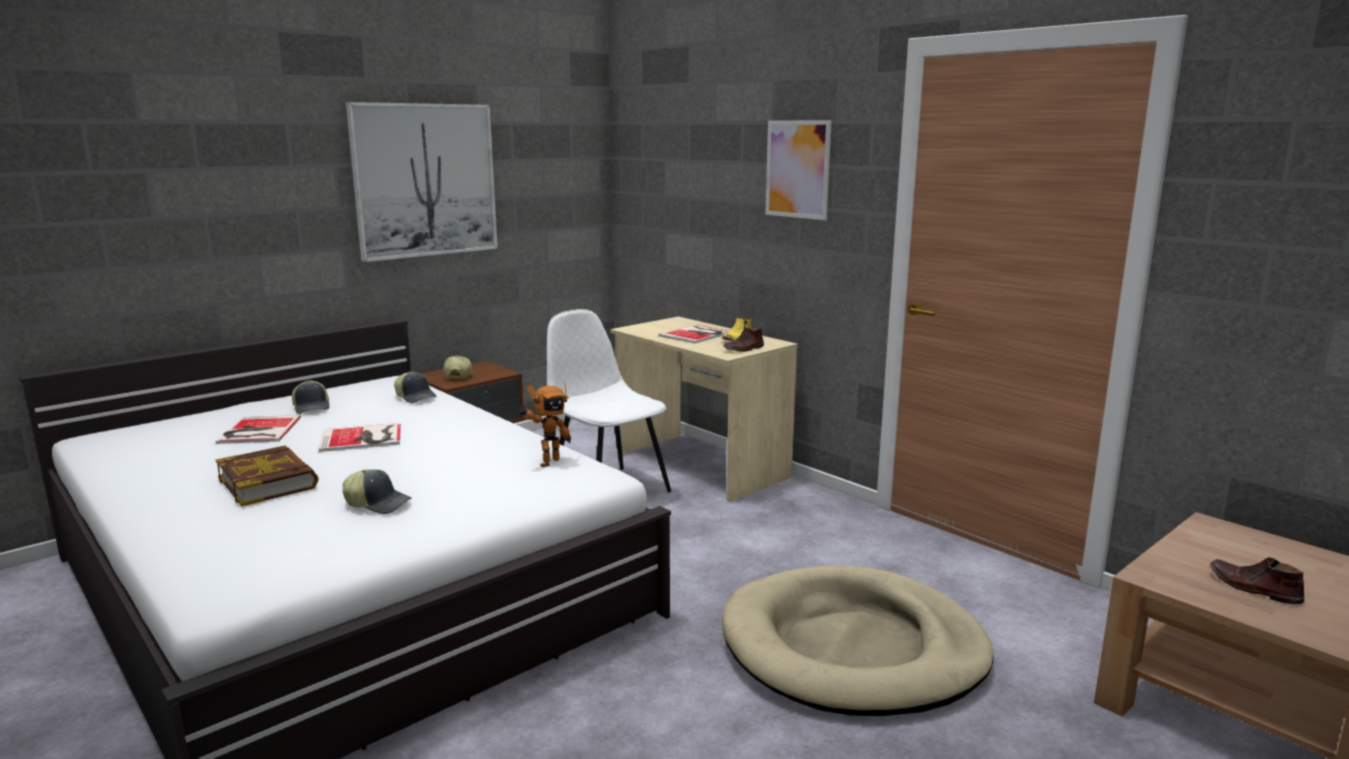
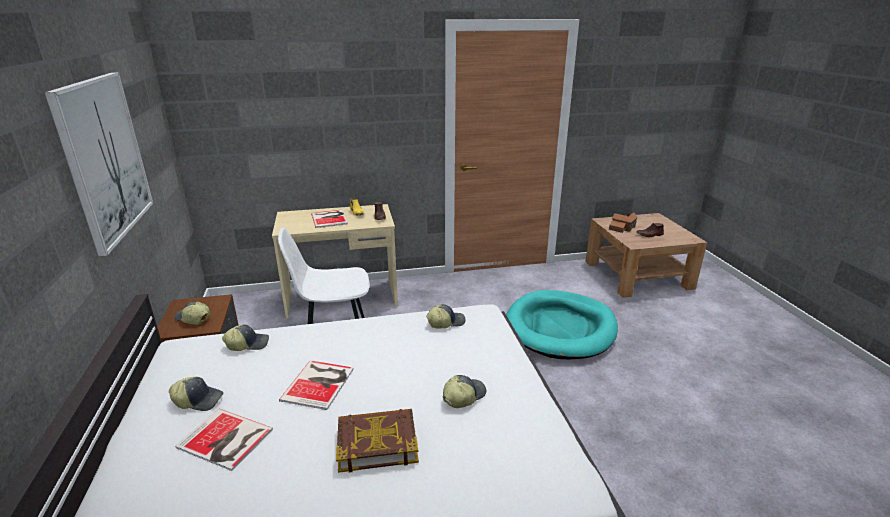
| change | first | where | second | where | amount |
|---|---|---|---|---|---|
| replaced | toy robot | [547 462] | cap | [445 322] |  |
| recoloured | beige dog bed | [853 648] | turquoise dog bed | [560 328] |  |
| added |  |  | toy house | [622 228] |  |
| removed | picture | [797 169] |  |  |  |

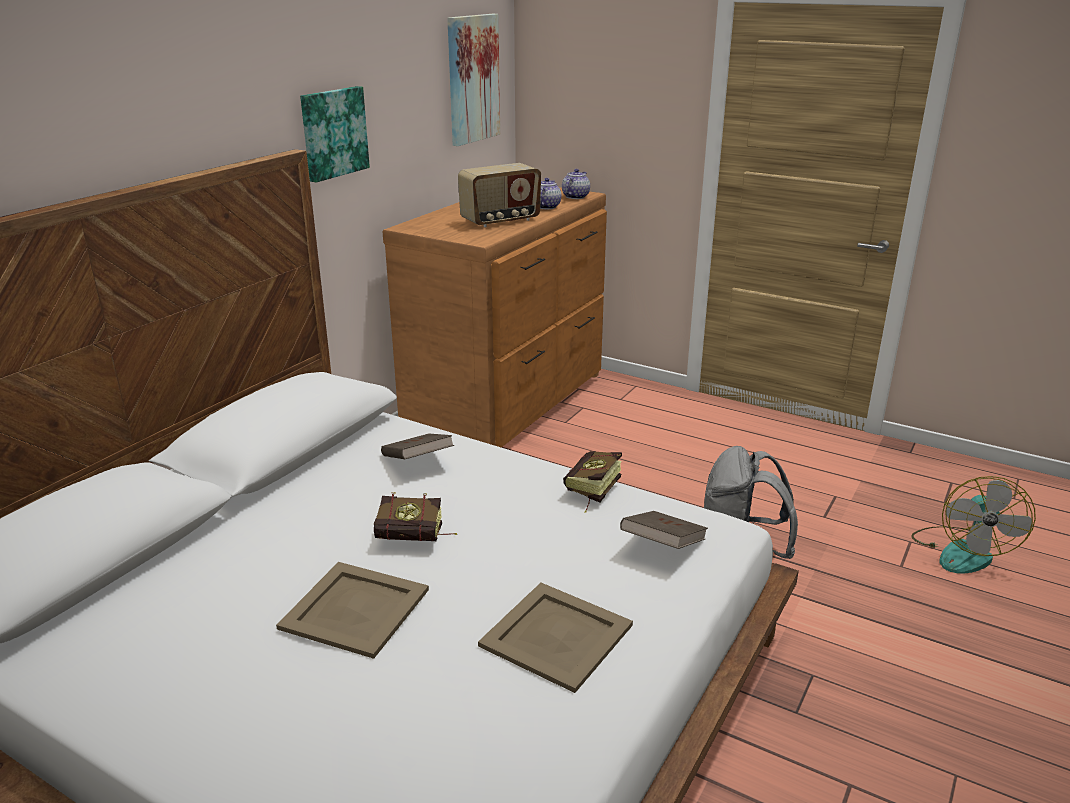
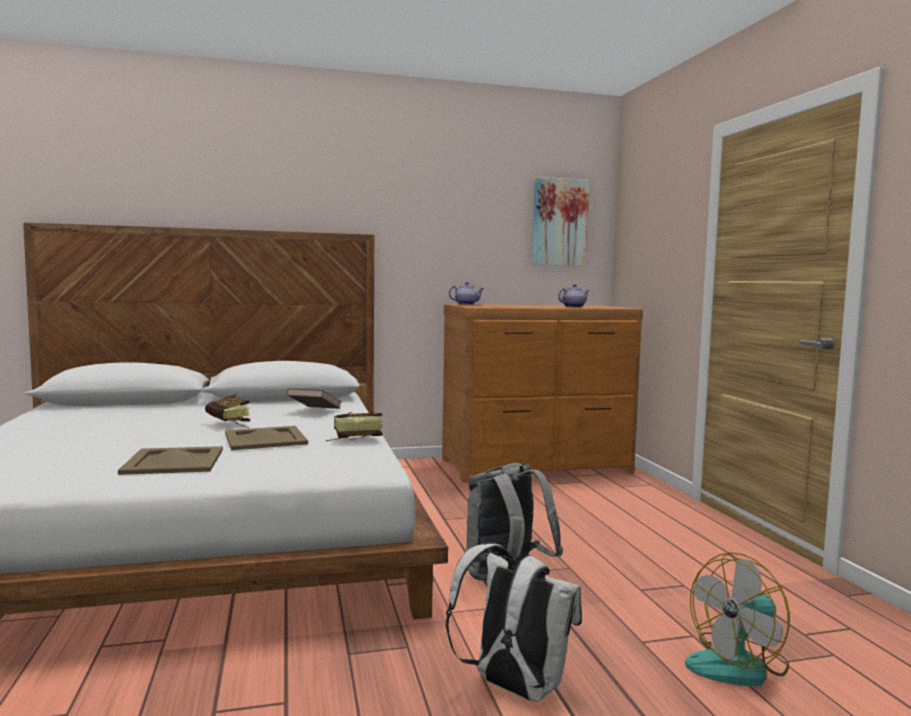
| change | first | where | second | where | amount |
|---|---|---|---|---|---|
| moved | beige tray | [353 609] |  | [264 438] |  |
| added |  |  | white backpack | [513 687] |  |
| moved | teapot | [575 196] |  | [466 304] |  |
| removed | picture | [333 133] |  |  |  |
| removed | radio | [501 221] |  |  |  |
| removed | brown book | [662 546] |  |  |  |

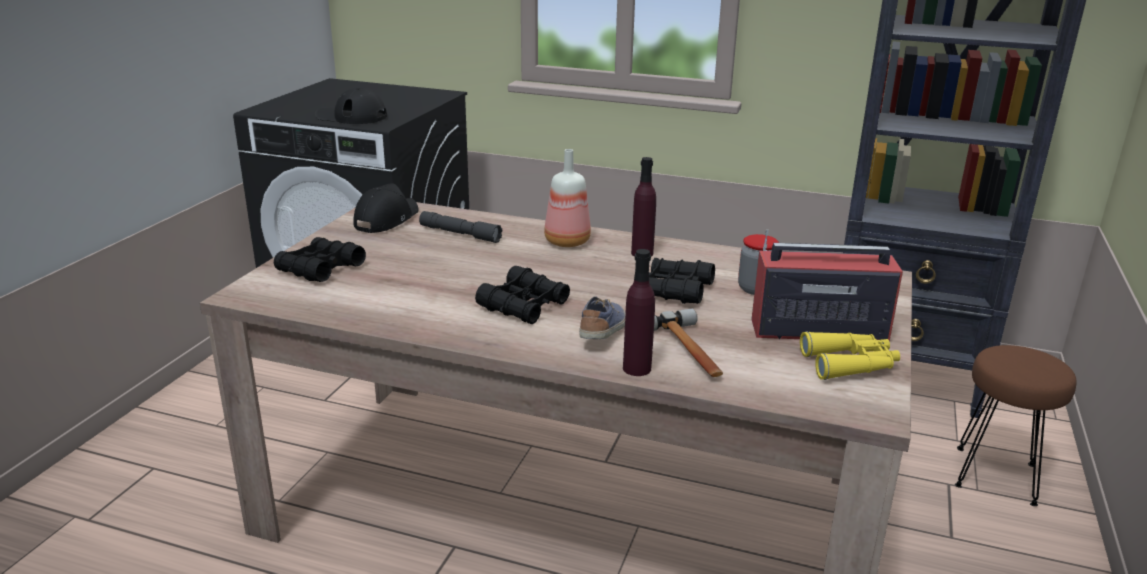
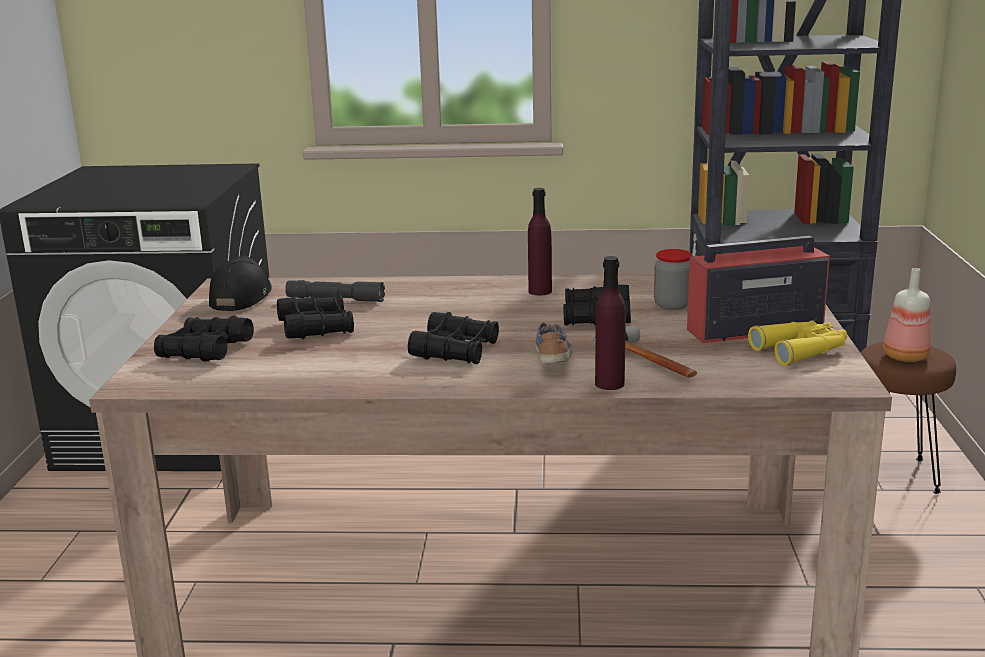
| change | first | where | second | where | amount |
|---|---|---|---|---|---|
| added |  |  | black binoculars | [316 327] |  |
| moved | bottle | [567 242] |  | [906 357] |  |
| removed | black cap | [351 117] |  |  |  |

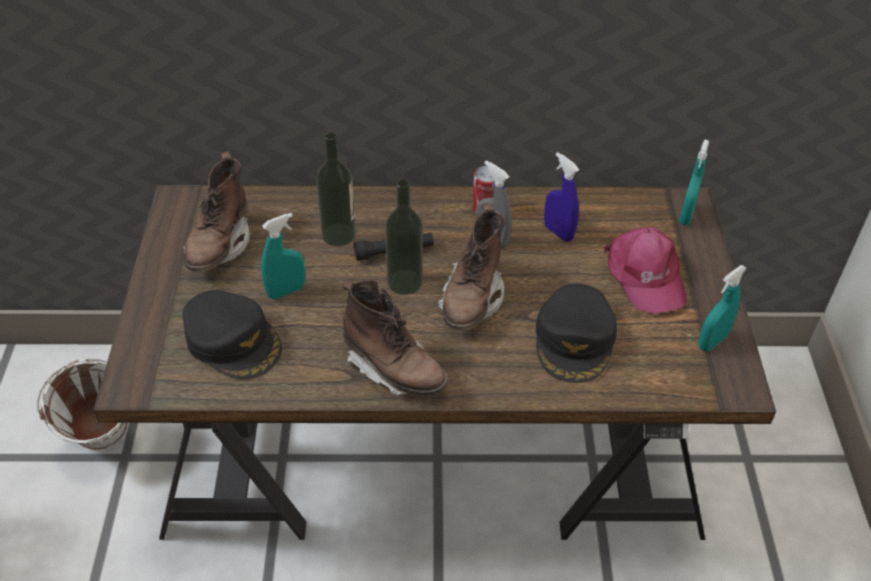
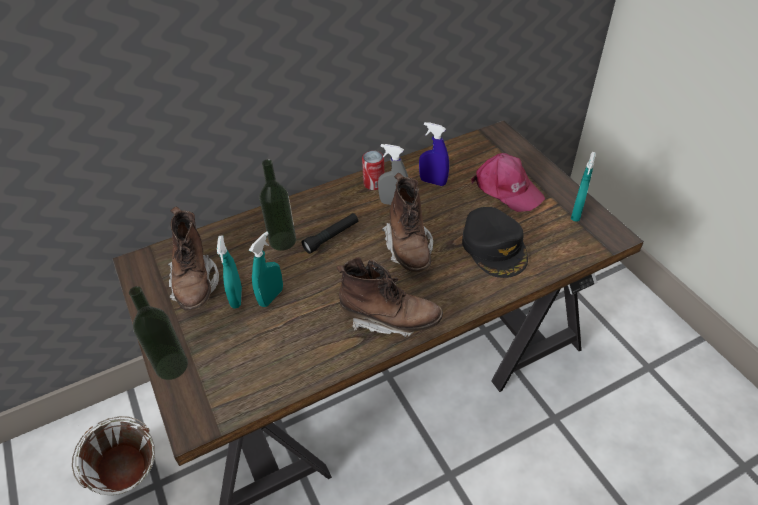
| change | first | where | second | where | amount |
|---|---|---|---|---|---|
| moved | bottle | [404 282] |  | [171 366] |  |
| moved | turquoise spray bottle | [686 216] |  | [236 297] |  |
| removed | black cap | [233 340] |  |  |  |

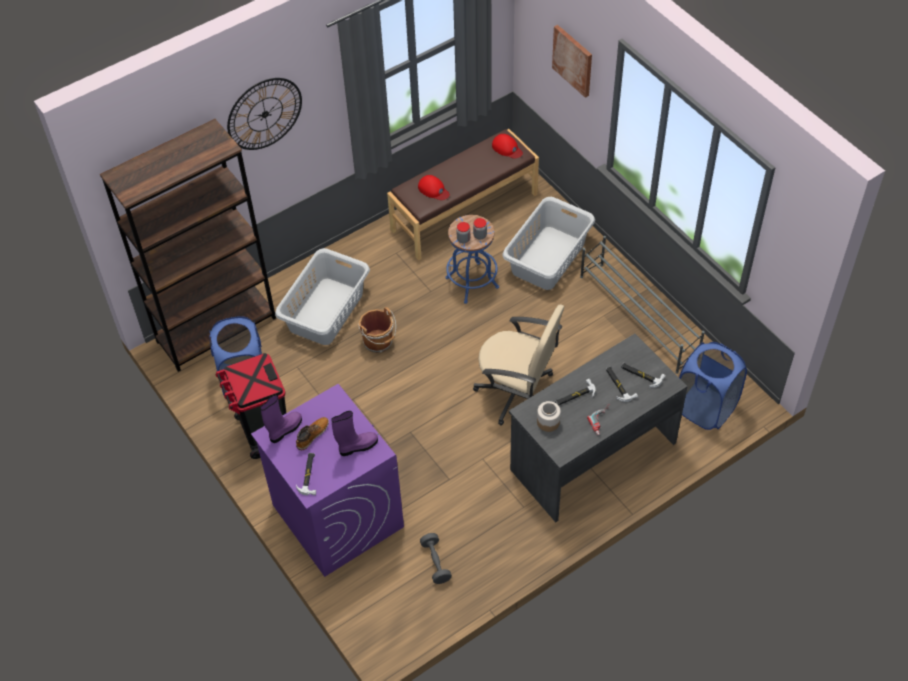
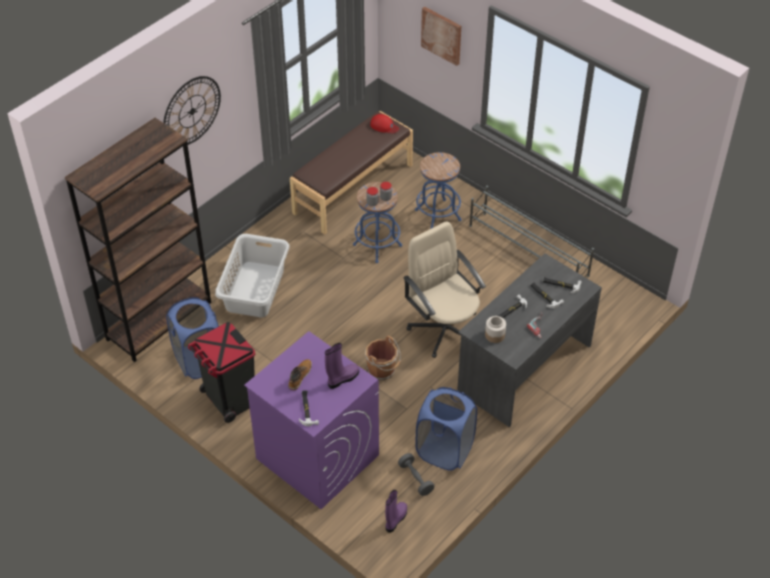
| change | first | where | second | where | amount |
|---|---|---|---|---|---|
| moved | brown bucket | [379 342] |  | [382 370] |  |
| moved | purple boot | [284 430] |  | [395 519] |  |
| turned | beige office chair | [517 393] |  | [444 328] | 135 degrees counterclockwise |
| replaced | grey laundry basket | [548 258] | blue stool | [437 215] |  |
| moved | blue laundry basket | [705 408] |  | [444 450] |  |
| removed | red cap | [433 190] |  |  |  |

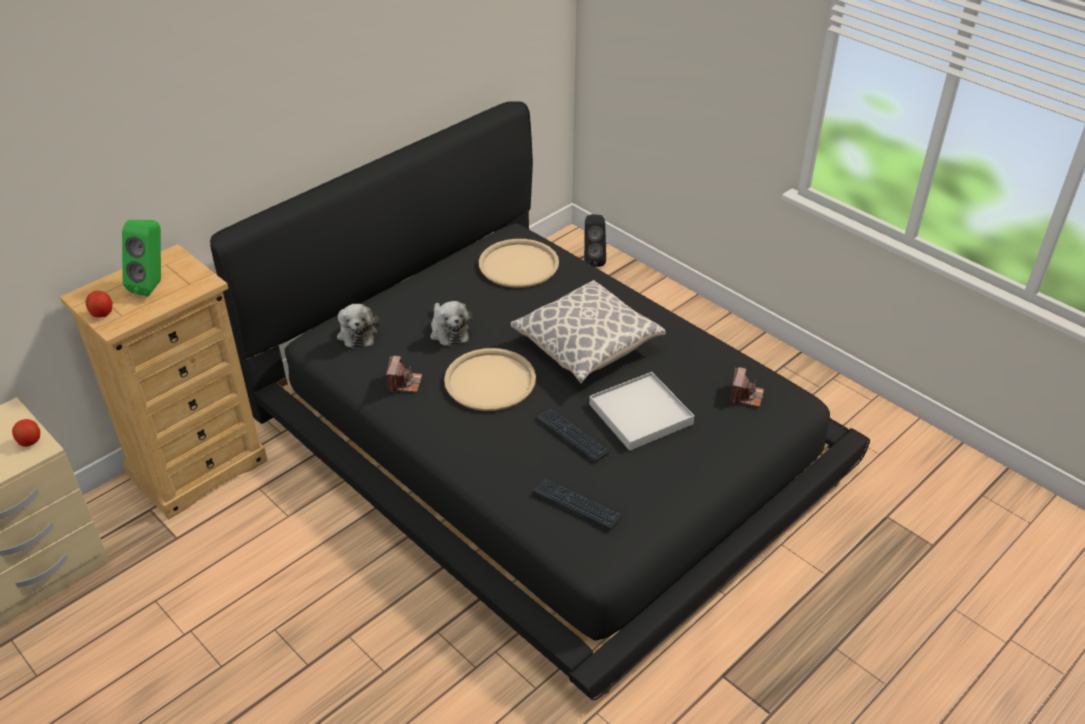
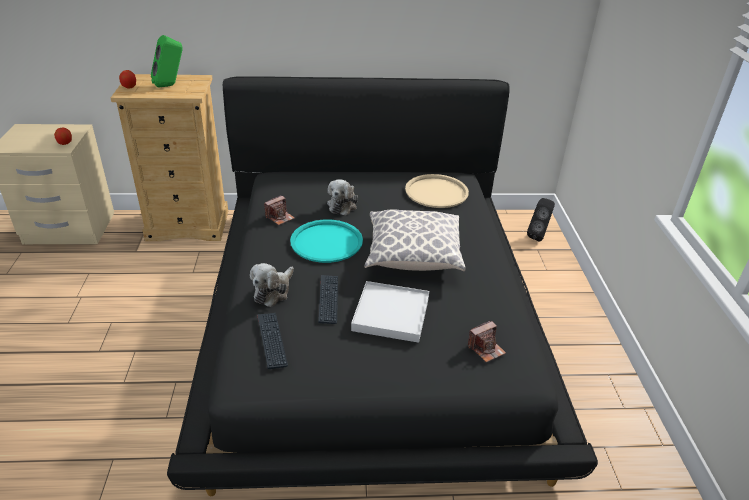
| change | first | where | second | where | amount |
|---|---|---|---|---|---|
| moved | plush toy | [357 333] |  | [273 291] |  |
| recoloured | beige tray | [490 381] | turquoise tray | [326 242] |  |

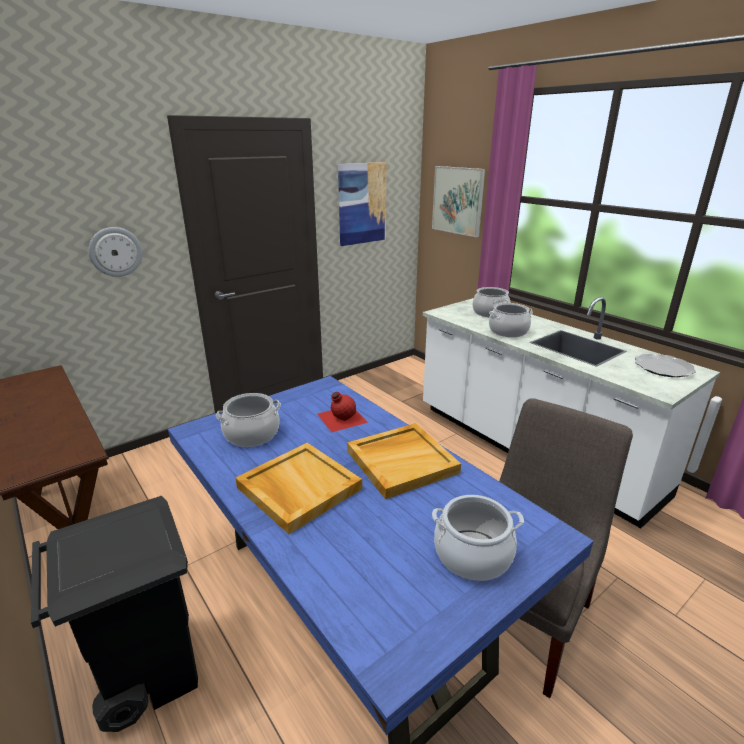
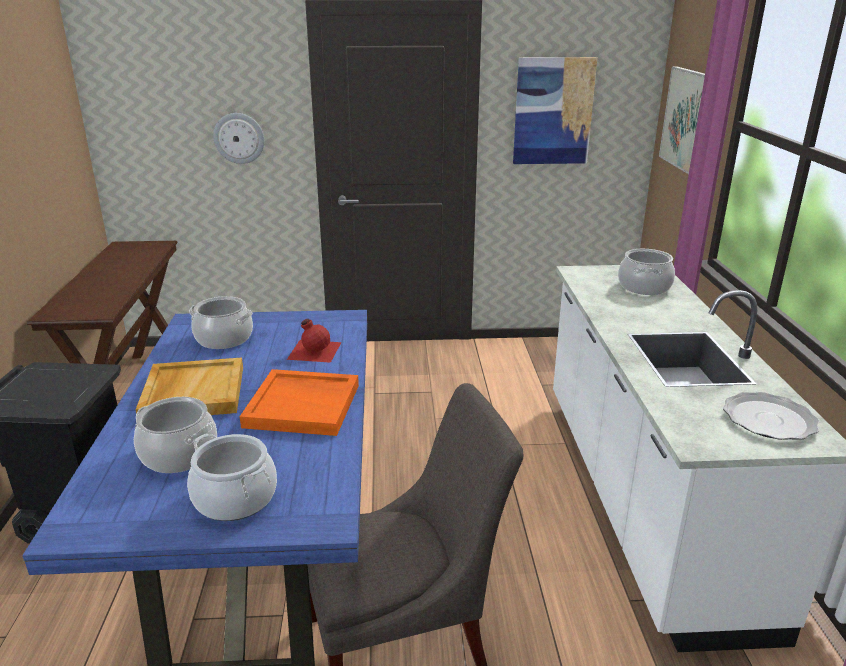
| change | first | where | second | where | amount |
|---|---|---|---|---|---|
| moved | cooking pot | [508 331] |  | [179 454] |  |
| recoloured | beige tray | [402 461] | orange tray | [304 405] |  |

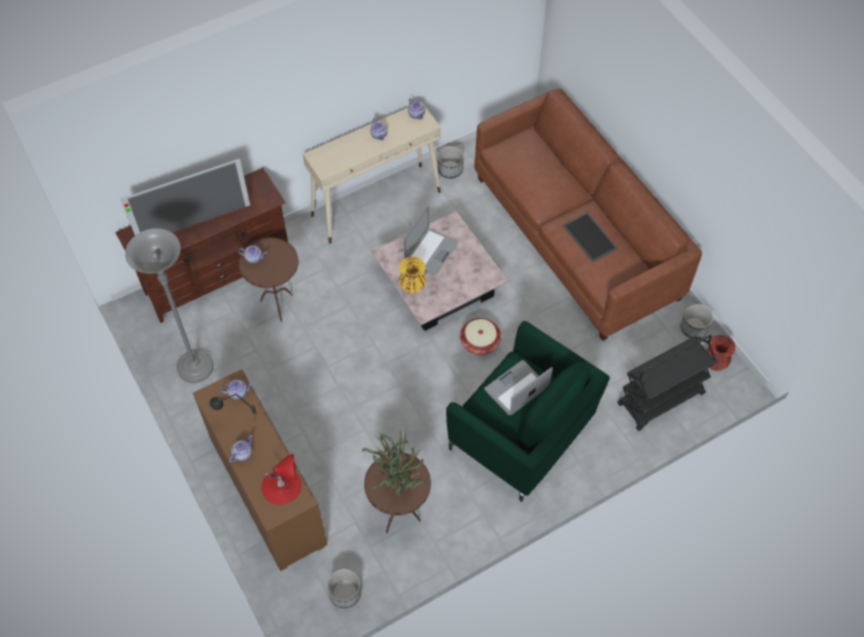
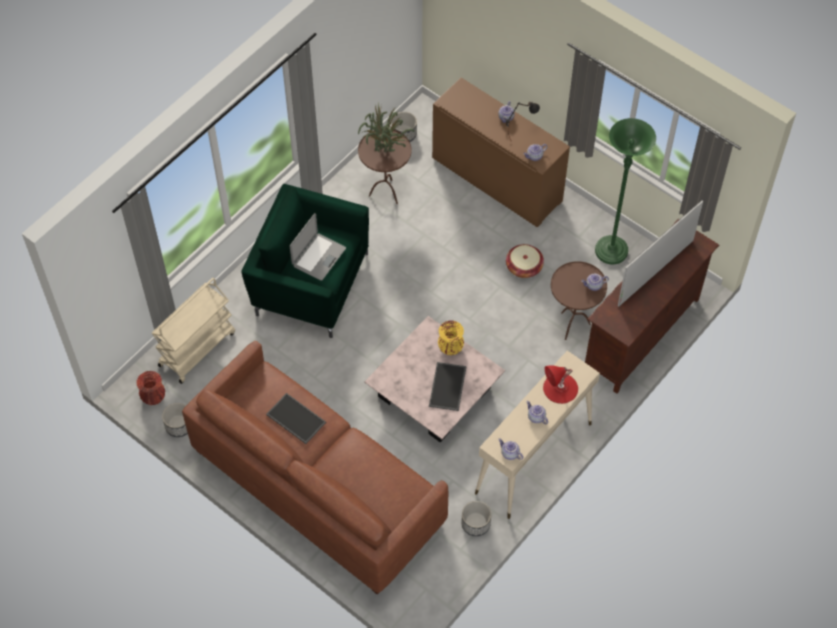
| change | first | where | second | where | amount |
|---|---|---|---|---|---|
| recoloured | black cart | [660 400] | beige cart | [197 348] |  |
| replaced | laptop | [431 251] | tray | [448 387] |  |
| moved | basket | [480 342] |  | [524 267] |  |
| moved | red table lamp | [281 486] |  | [560 388] |  |
| recoloured | grey floor lamp | [195 367] | green floor lamp | [611 251] |  |

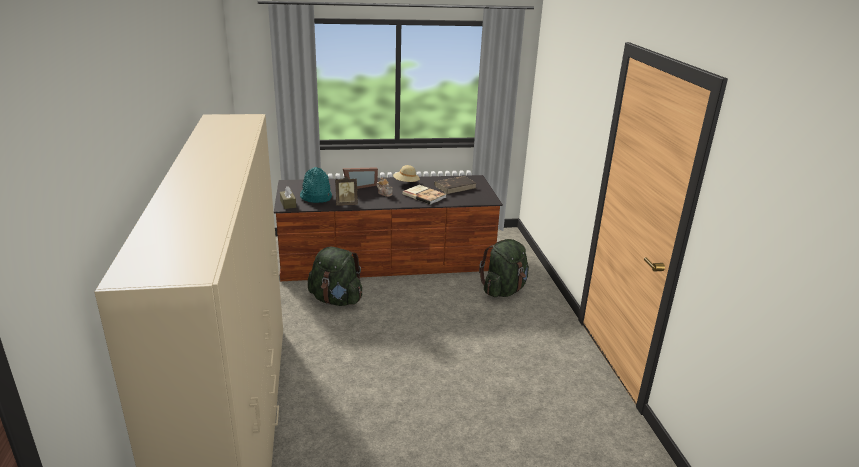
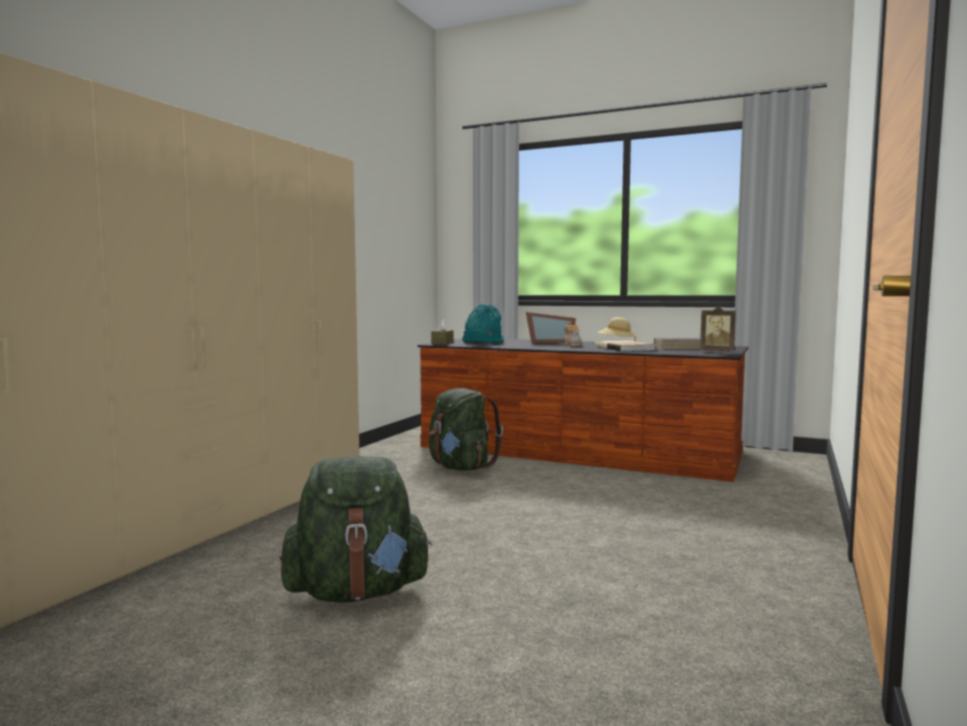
| change | first | where | second | where | amount |
|---|---|---|---|---|---|
| moved | green backpack | [504 290] |  | [357 592] |  |
| moved | picture frame | [346 204] |  | [717 351] |  |

